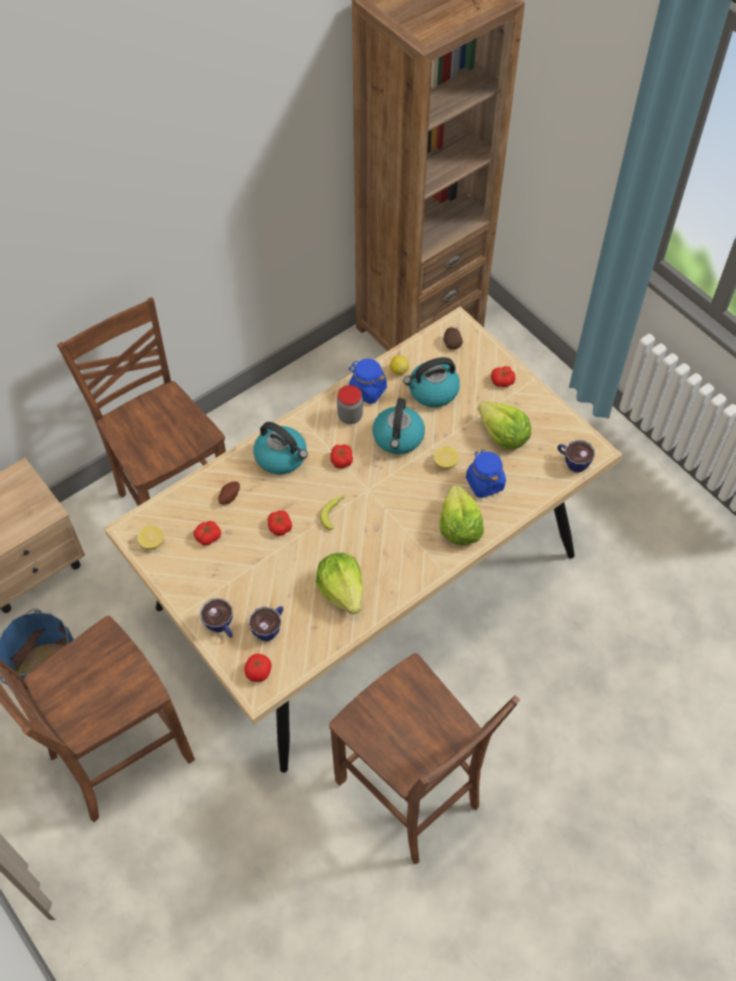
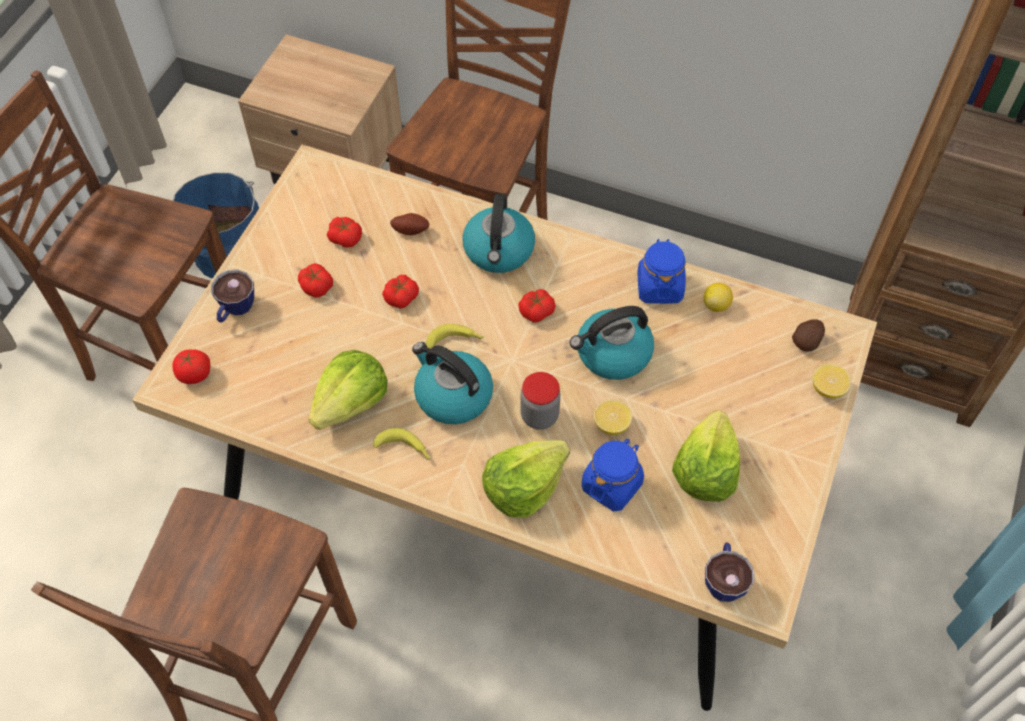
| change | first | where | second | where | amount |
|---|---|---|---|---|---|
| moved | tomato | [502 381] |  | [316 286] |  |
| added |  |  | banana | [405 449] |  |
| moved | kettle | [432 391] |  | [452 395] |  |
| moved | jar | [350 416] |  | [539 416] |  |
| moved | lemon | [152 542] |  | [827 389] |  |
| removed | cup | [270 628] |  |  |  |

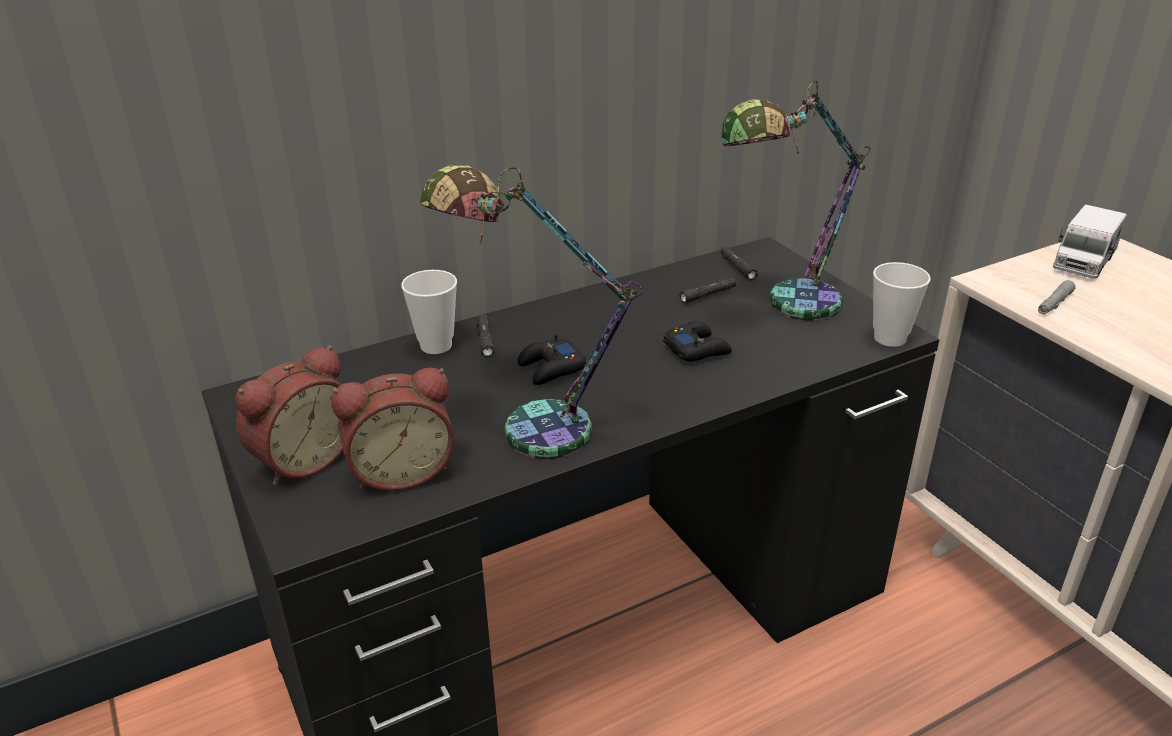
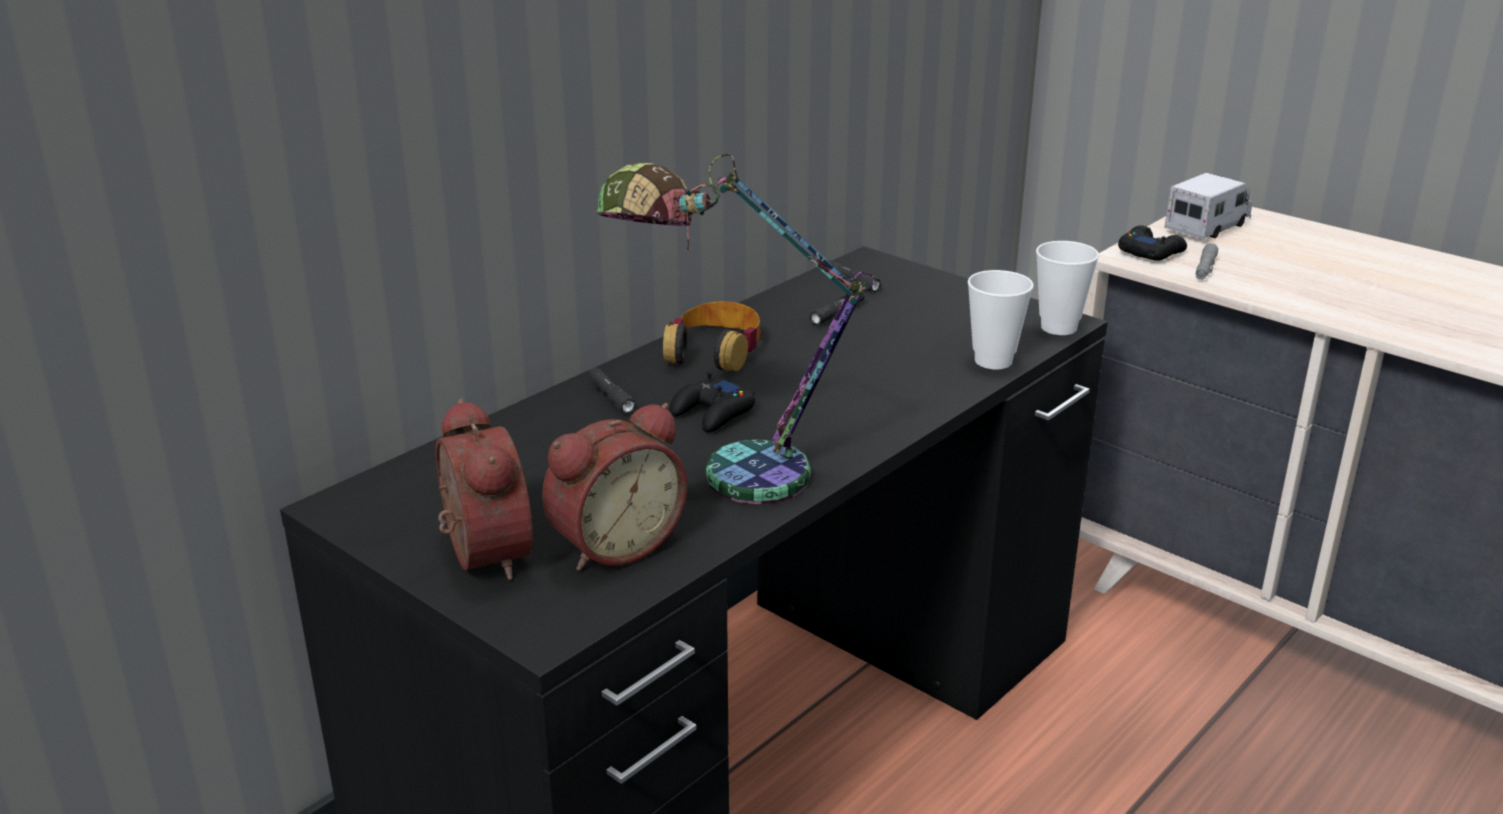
| change | first | where | second | where | amount |
|---|---|---|---|---|---|
| turned | alarm clock | [302 459] |  | [480 555] | 45 degrees counterclockwise |
| added |  |  | headphones | [714 350] |  |
| moved | cup | [436 345] |  | [993 361] |  |
| moved | black game controller | [697 349] |  | [1150 252] |  |
| turned | toy truck | [1083 262] |  | [1207 227] | 150 degrees counterclockwise |
| removed | table lamp | [784 305] |  |  |  |

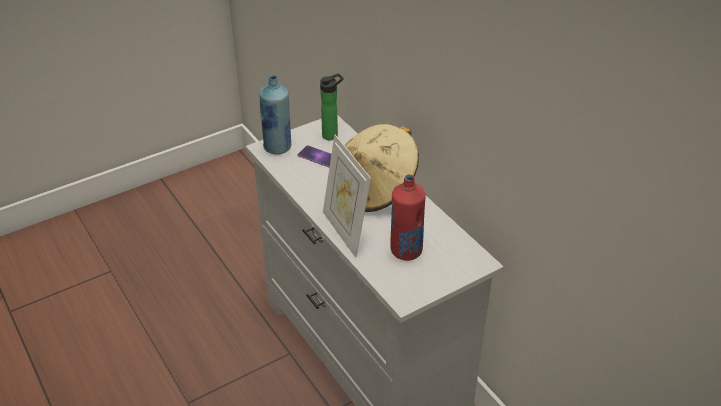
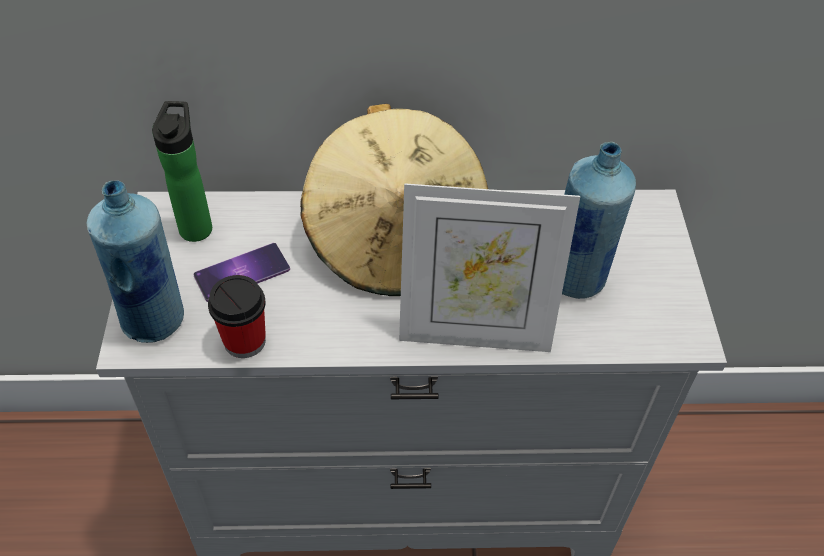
| change | first | where | second | where | amount |
|---|---|---|---|---|---|
| added |  |  | cup | [245 341] |  |
| recoloured | red bottle | [406 251] | blue bottle | [576 279] |  |

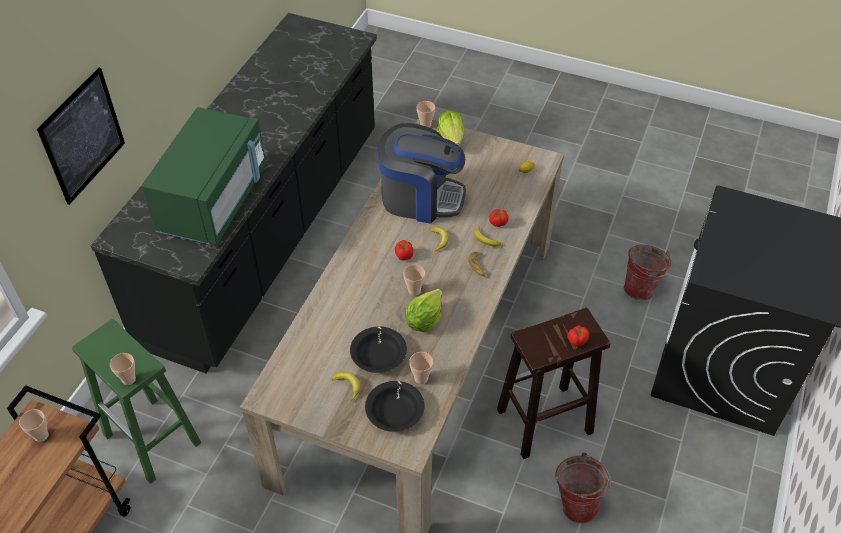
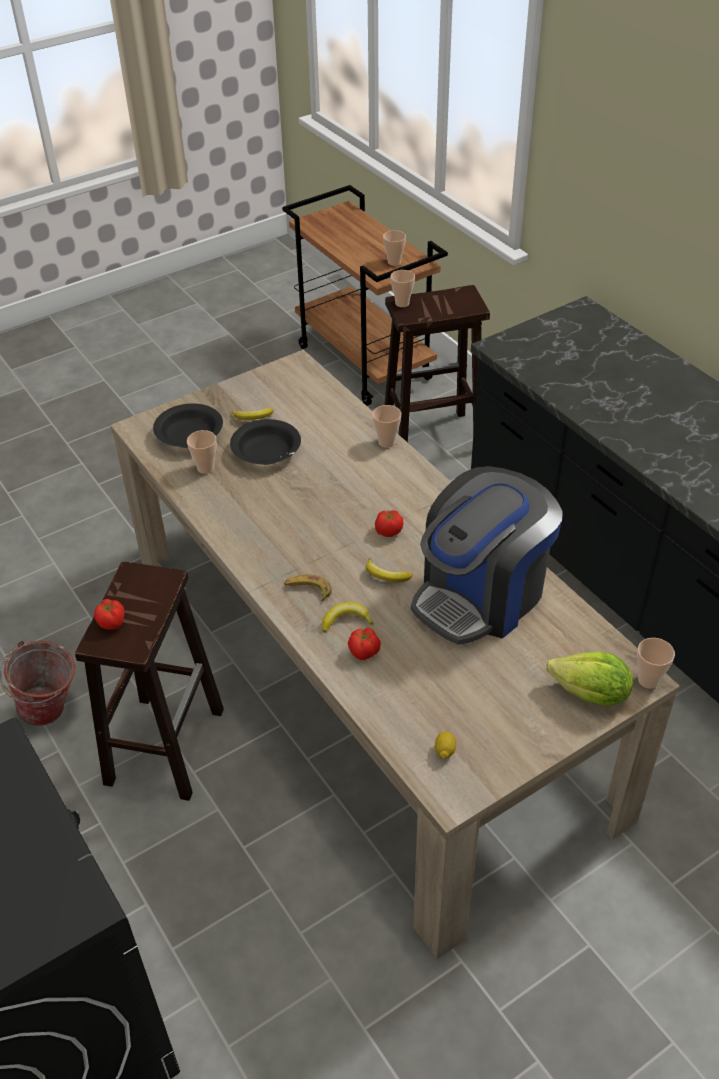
| change | first | where | second | where | amount |
|---|---|---|---|---|---|
| moved | cup | [414 290] |  | [386 442] |  |
| recoloured | green stool | [153 440] | brown stool | [430 439] |  |
| removed | picture | [82 136] |  |  |  |
| removed | green microwave | [214 201] |  |  |  |
| removed | lettuce | [424 320] |  |  |  |
| removed | bucket | [642 288] |  |  |  |

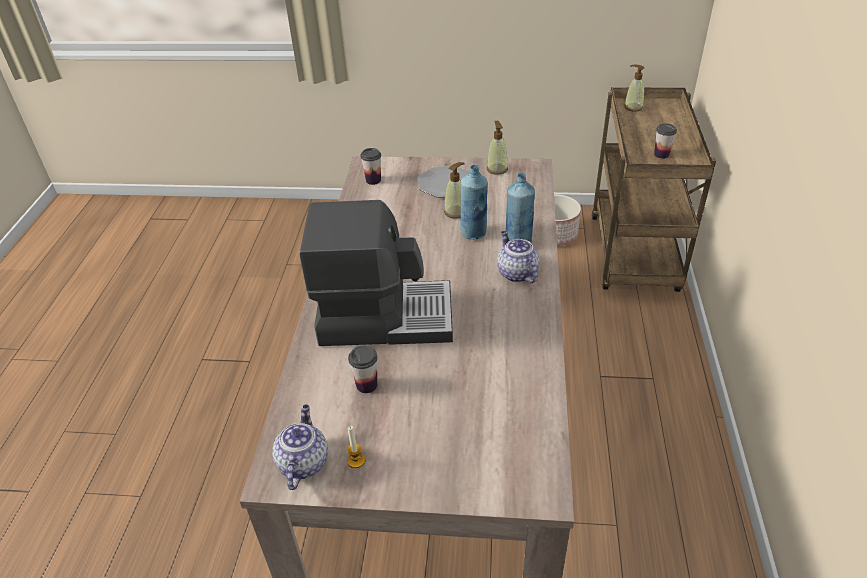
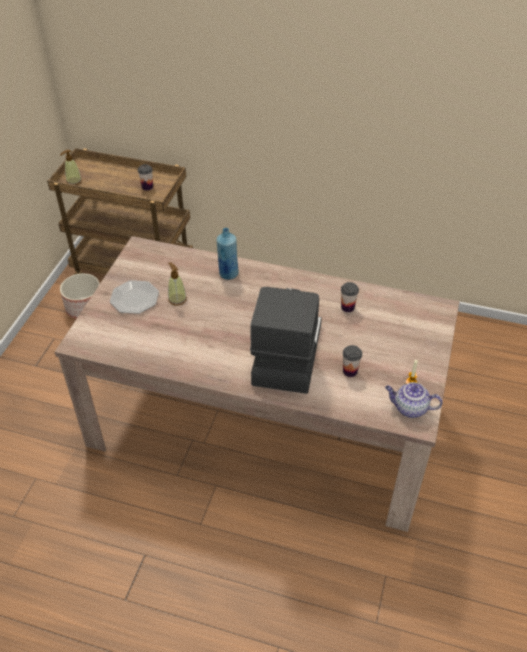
| change | first | where | second | where | amount |
|---|---|---|---|---|---|
| moved | cup | [373 180] |  | [347 307] |  |
| removed | blue bottle | [473 233] |  |  |  |
| removed | soap dispenser | [497 169] |  |  |  |
| removed | teapot | [516 273] |  |  |  |

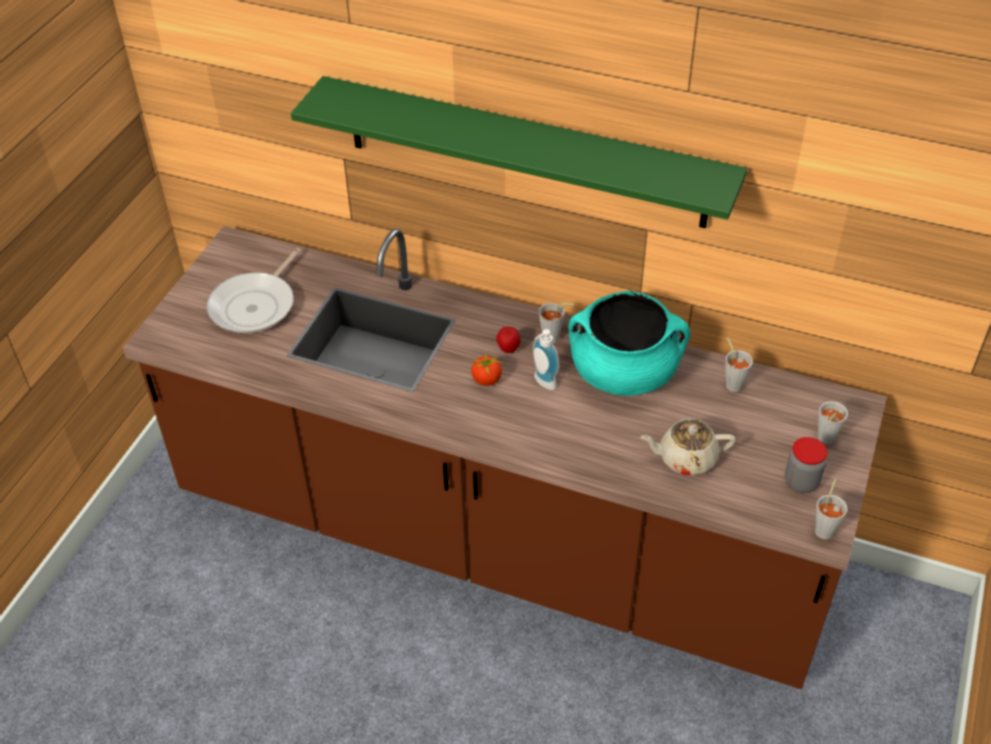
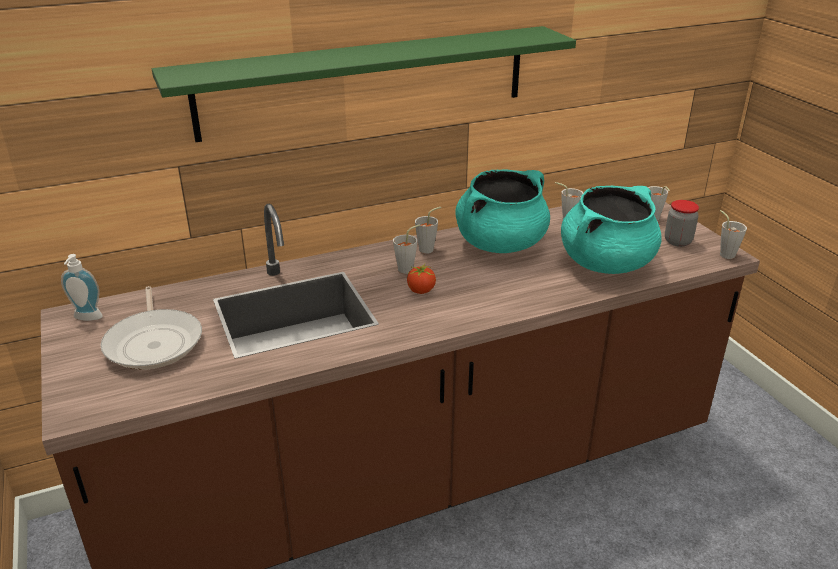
| change | first | where | second | where | amount |
|---|---|---|---|---|---|
| moved | soap dispenser | [542 383] |  | [86 318] |  |
| replaced | apple | [508 349] | grey cup | [408 268] |  |
| replaced | beige teapot | [686 458] | turquoise cooking pot | [606 263] |  |

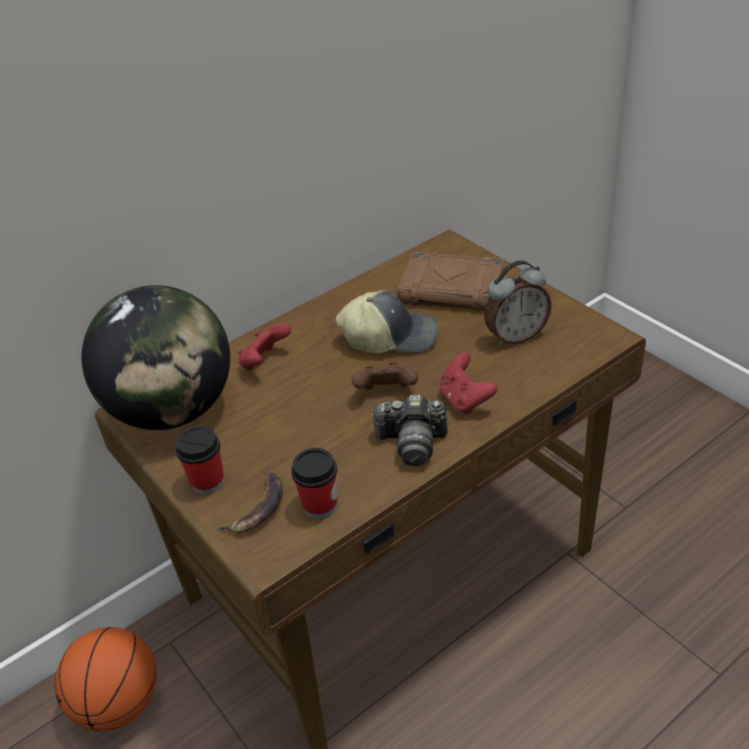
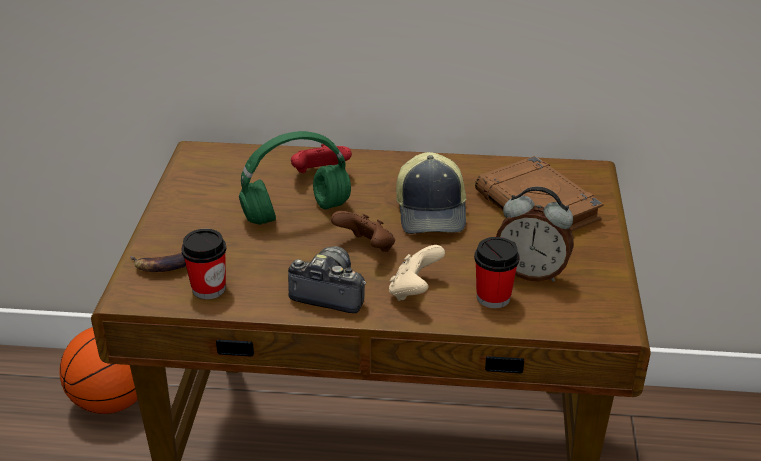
| change | first | where | second | where | amount |
|---|---|---|---|---|---|
| added |  |  | green headphones | [297 212] |  |
| turned | photo camera | [412 443] |  | [329 293] | 150 degrees clockwise |
| recoloured | red game controller | [465 400] | beige game controller | [414 290] |  |
| turned | cap | [390 336] |  | [432 211] | 45 degrees clockwise |
| moved | cup | [207 482] |  | [493 297] |  |
| removed | globe | [173 410] |  |  |  |

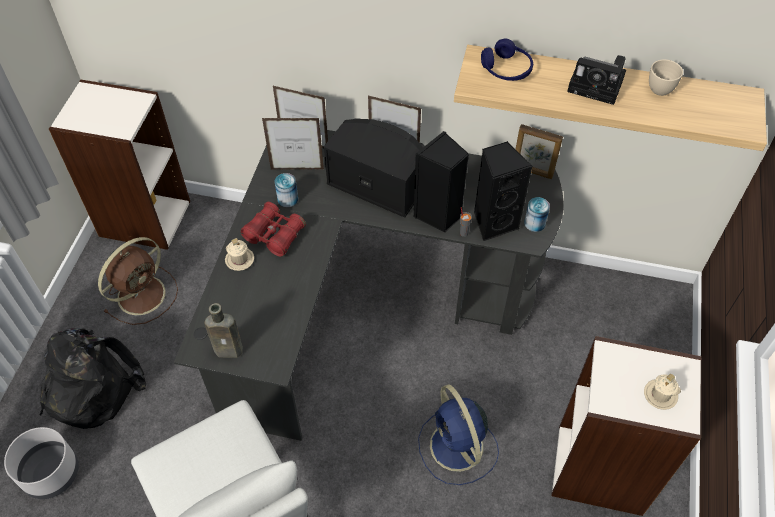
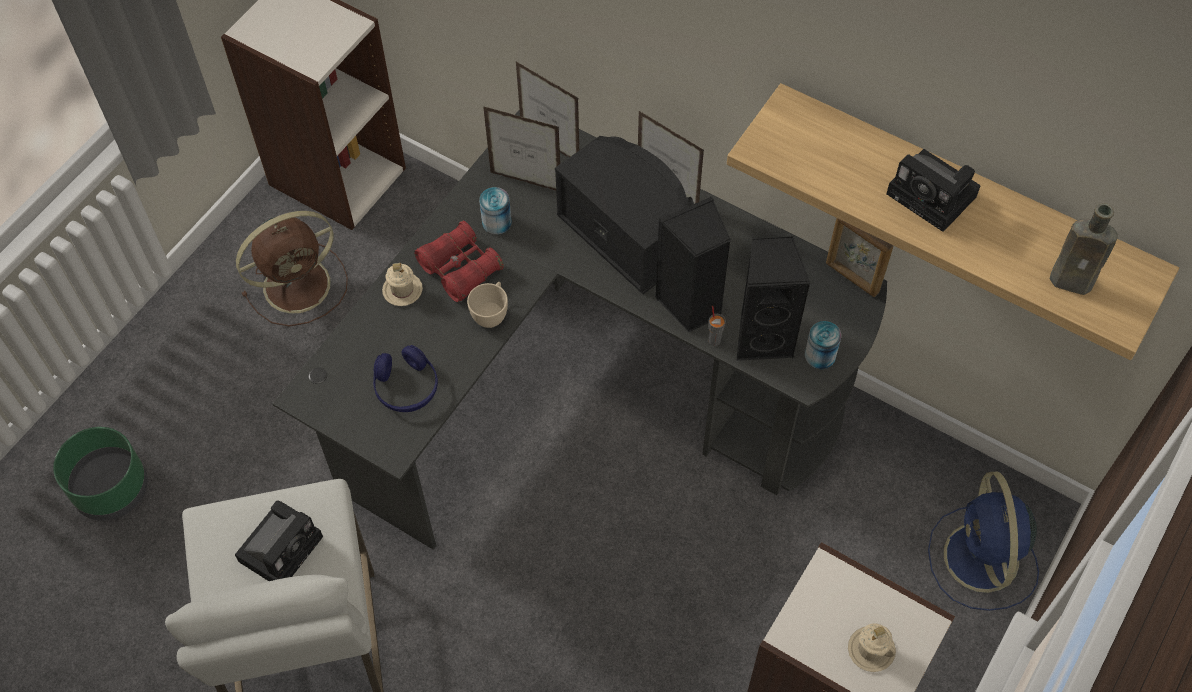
| change | first | where | second | where | amount |
|---|---|---|---|---|---|
| recoloured | grey planter | [50 472] | green planter | [111 488] |  |
| added |  |  | photo camera | [282 546] |  |
| moved | blue headphones | [506 69] |  | [406 387] |  |
| moved | beige cup | [659 87] |  | [491 314] |  |
| moved | blue fan | [457 448] |  | [981 560] |  |
| moved | brown bottle | [231 350] |  | [1074 282] |  |
| removed | black backpack | [91 385] |  |  |  |

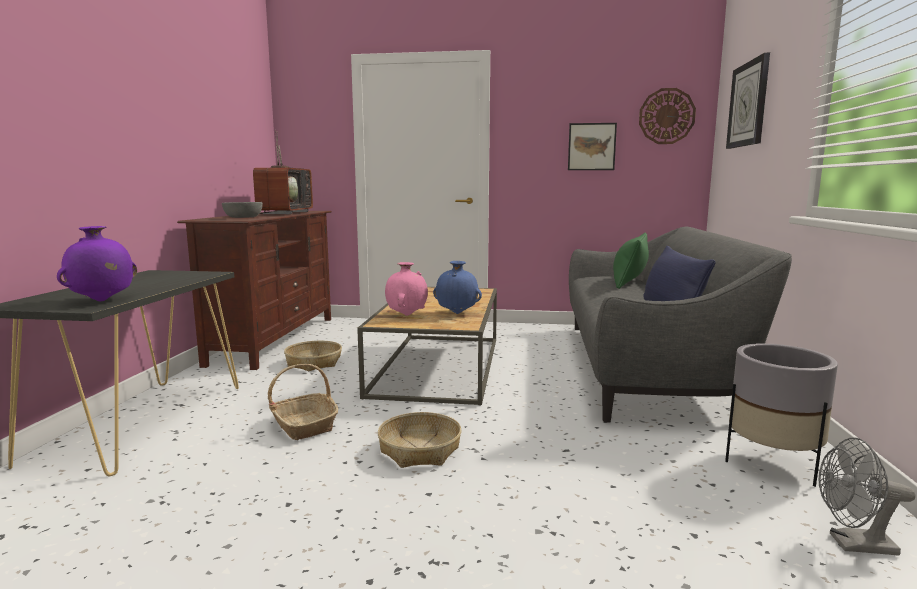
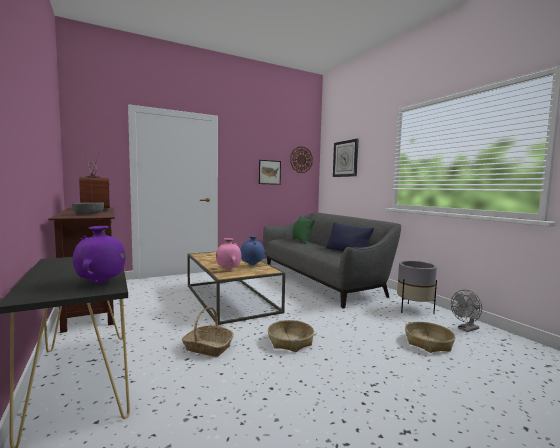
| change | first | where | second | where | amount |
|---|---|---|---|---|---|
| moved | basket | [313 363] |  | [428 343] |  |

